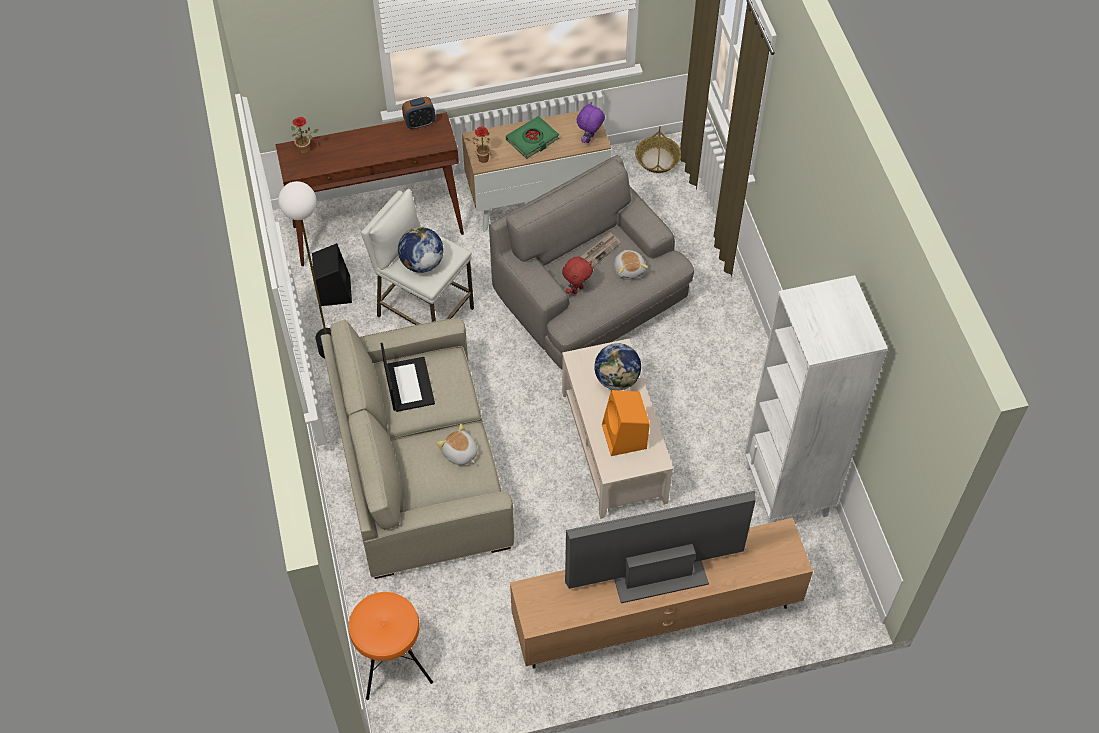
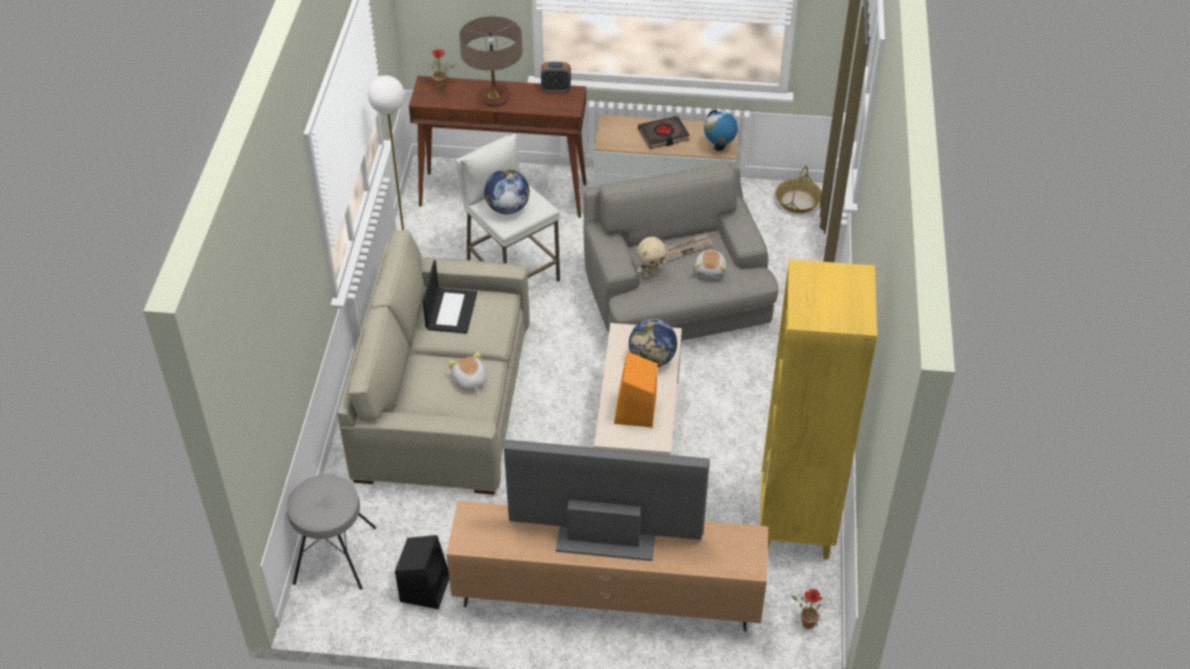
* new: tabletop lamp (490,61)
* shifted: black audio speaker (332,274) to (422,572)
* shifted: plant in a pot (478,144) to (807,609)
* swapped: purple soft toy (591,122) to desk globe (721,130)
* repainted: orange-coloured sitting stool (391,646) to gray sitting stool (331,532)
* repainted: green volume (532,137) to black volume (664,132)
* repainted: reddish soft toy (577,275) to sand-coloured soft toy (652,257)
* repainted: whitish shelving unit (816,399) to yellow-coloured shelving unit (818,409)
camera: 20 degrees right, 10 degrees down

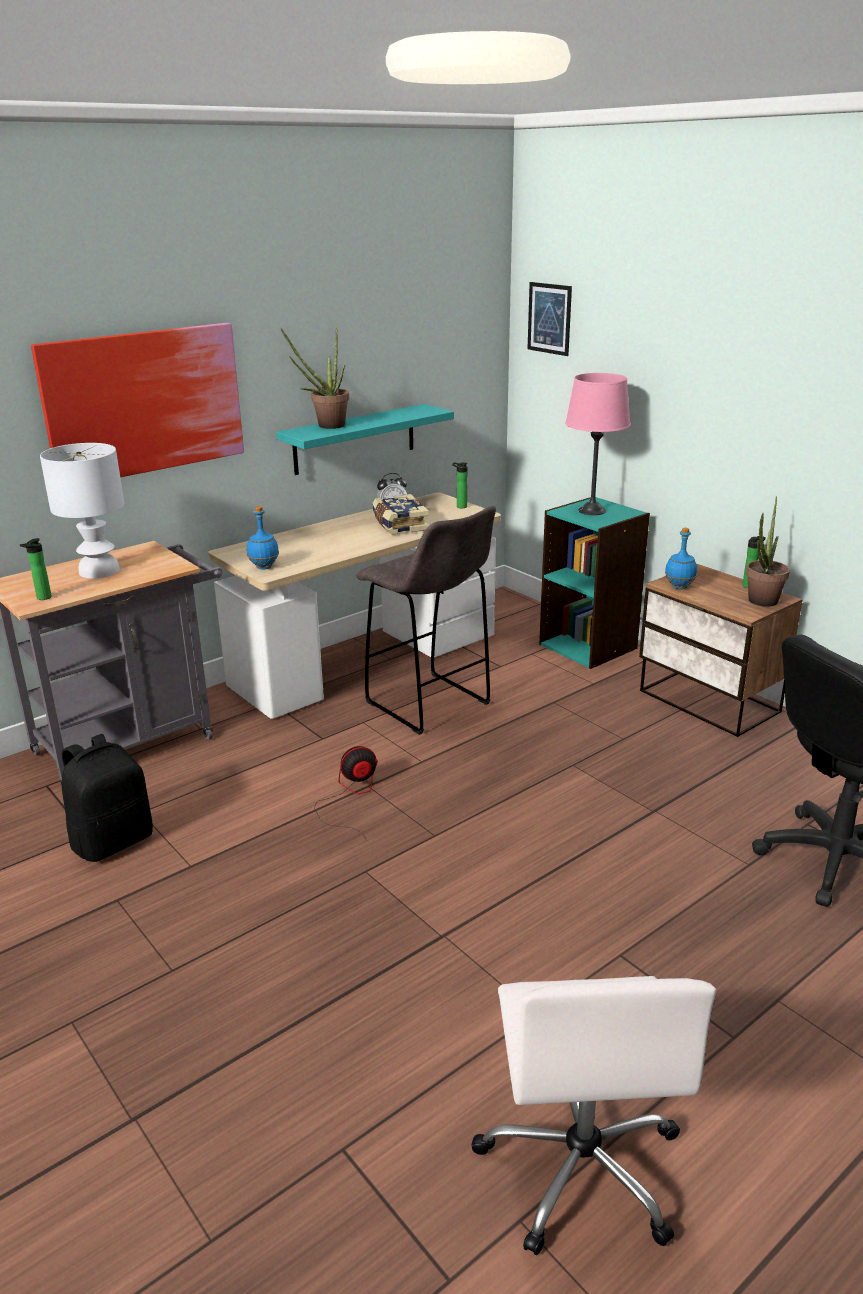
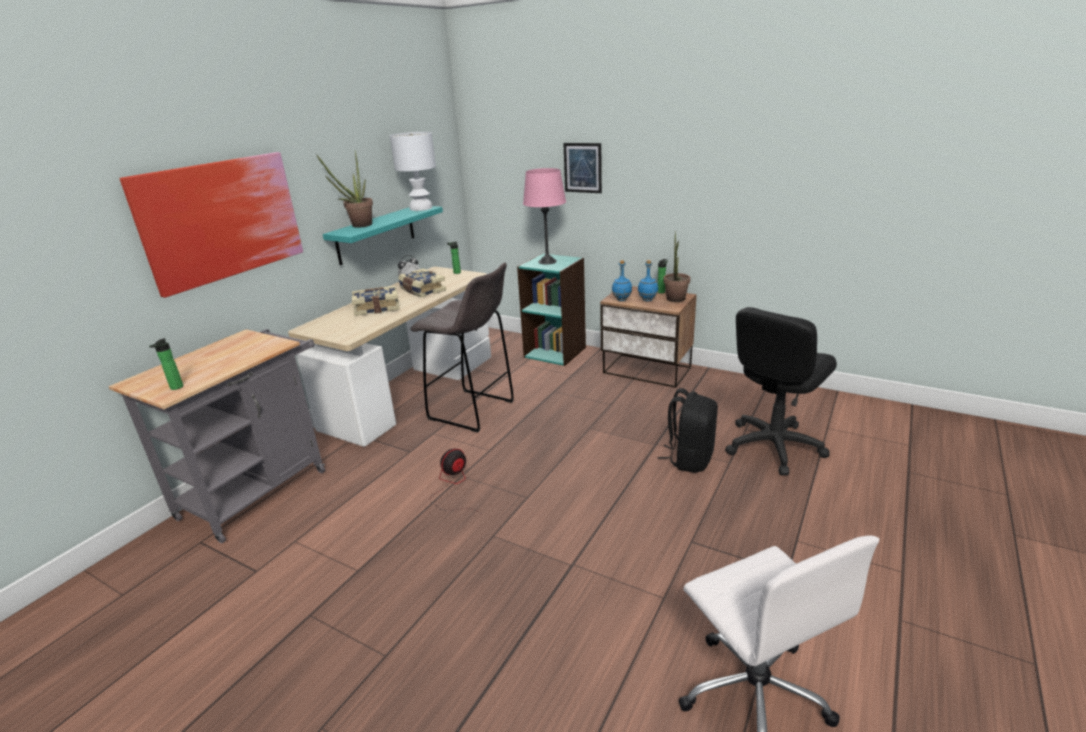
* new: volume (376,301)
* shifted: whitish tabletop lamp (82,511) to (413,171)
* shifted: black rucksack (107,798) to (688,430)
* shifted: blue-coloured bottle (263,538) to (648,280)
* shifted: wall picture (550,319) to (582,168)
camera: 20 degrees left, 0 degrees up

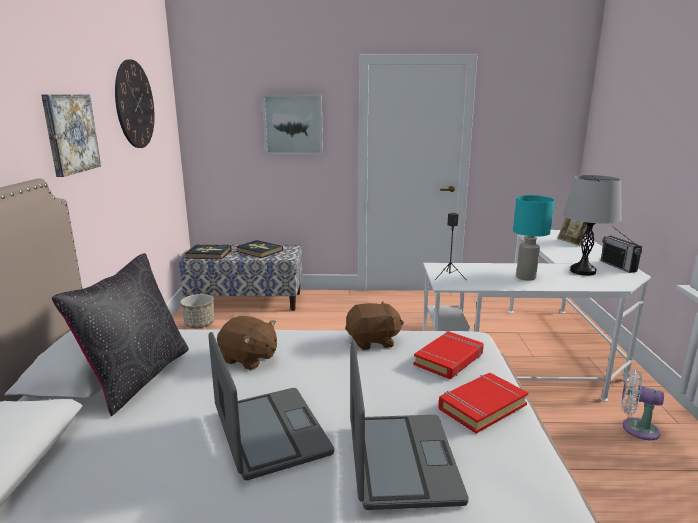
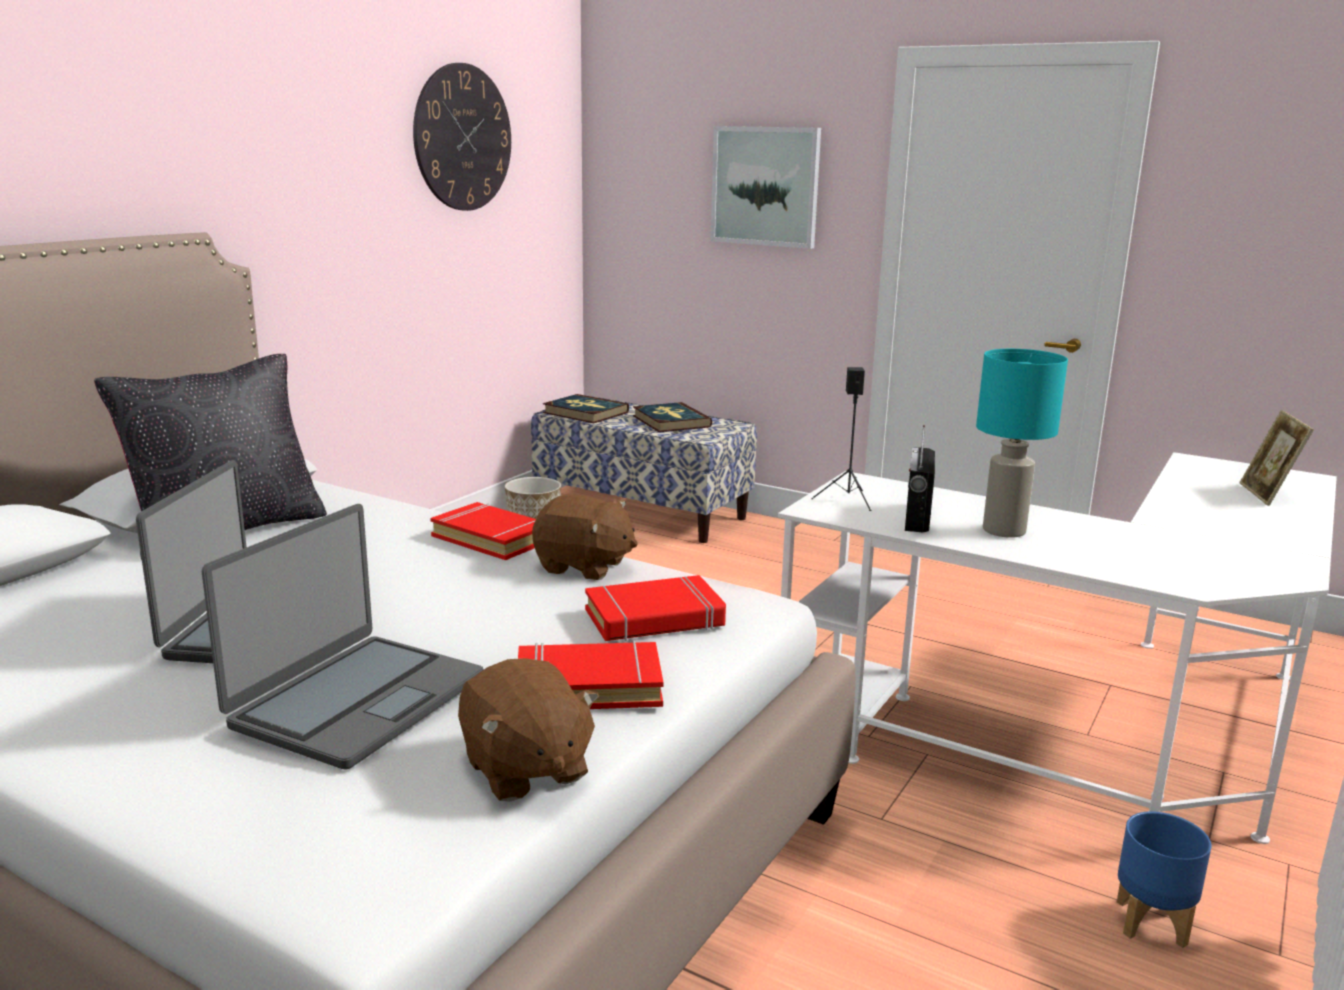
* gone: wall picture (71,135)
* gone: gray tabletop lamp (592,225)
* new: reddish volume (483,531)
* shifted: brownish soft toy (247,343) to (528,730)
* shifted: radio (621,249) to (920,478)
* swapped: whitish fan (642,405) to blue-coloured flower pot (1164,879)
camera: 30 degrees right, 0 degrees up

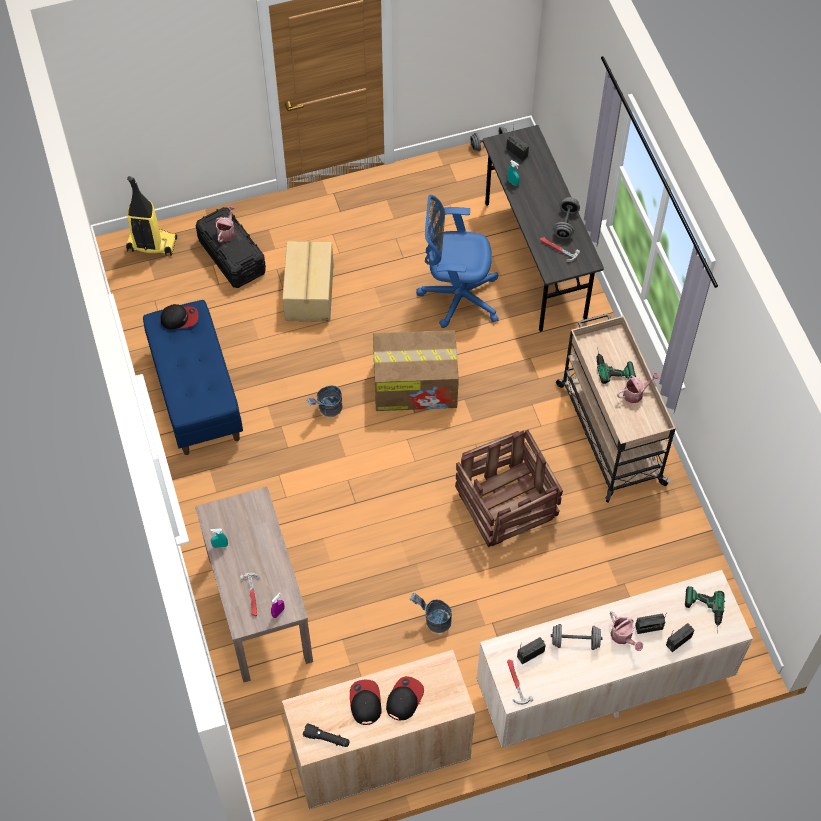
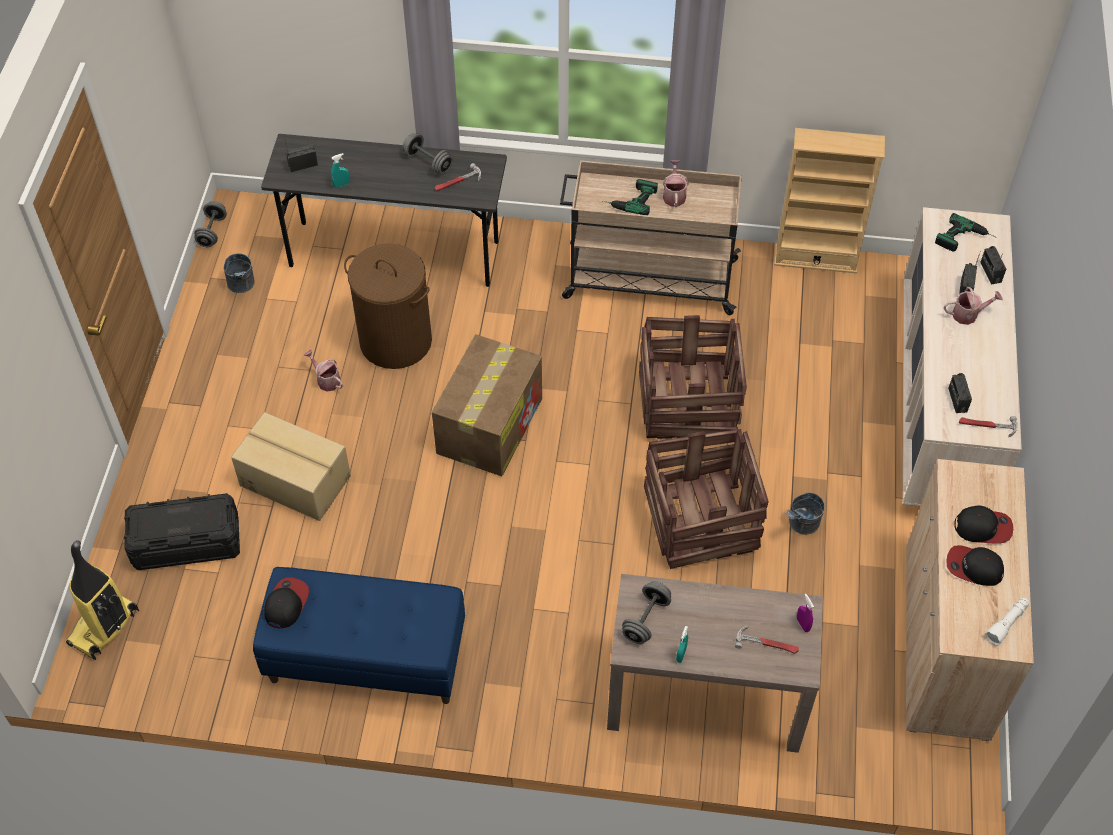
* new: crate (706,499)
* new: sand-coloured shelving unit (829,201)
* shifted: watering pot (225,223) to (323,370)
* shifted: gray water bucket (324,401) to (239,273)
* shifted: gray dumbbell (576,637) to (646,612)
* swapped: blue-coloured desk chair (457,261) to brownish laundry basket (388,306)
* repainted: black torch (326,735) to whitish torch (1007,621)
* rotated: cap (405,698) = (983,524) 135 degrees clockwise
camera: 65 degrees left, 5 degrees down

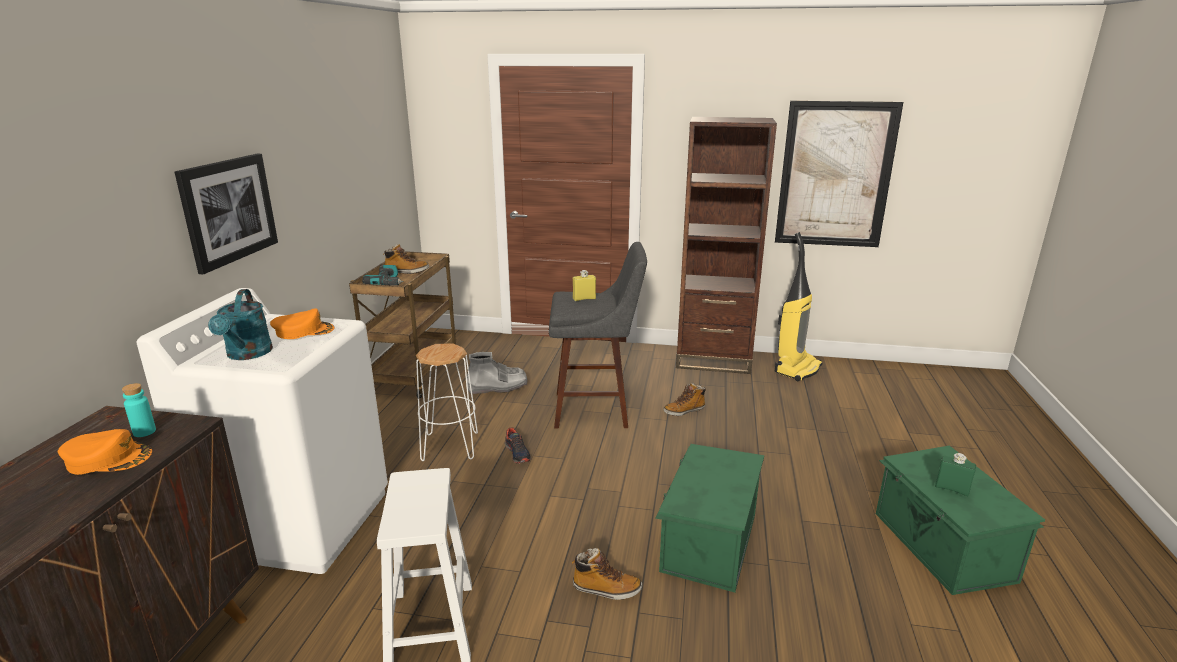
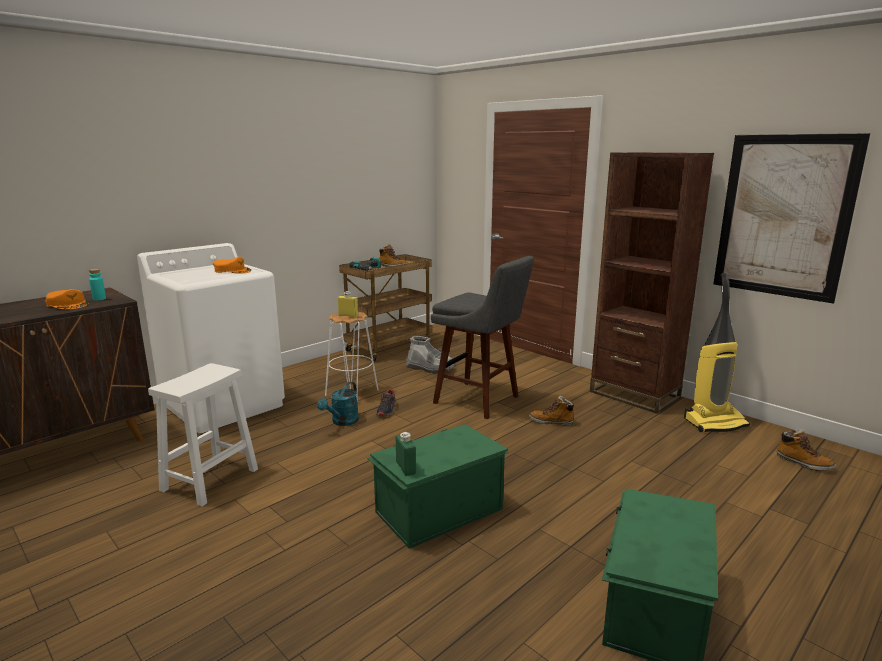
* gone: wall picture (226,214)
* shifted: turquoise watering pot (240,324) to (338,404)
* shifted: high-top boot (607,574) to (806,450)
* shifted: yellow-coloured bottle (584,285) to (348,304)
* shifted: green bottle (955,474) to (406,454)
camera: 35 degrees right, 5 degrees down

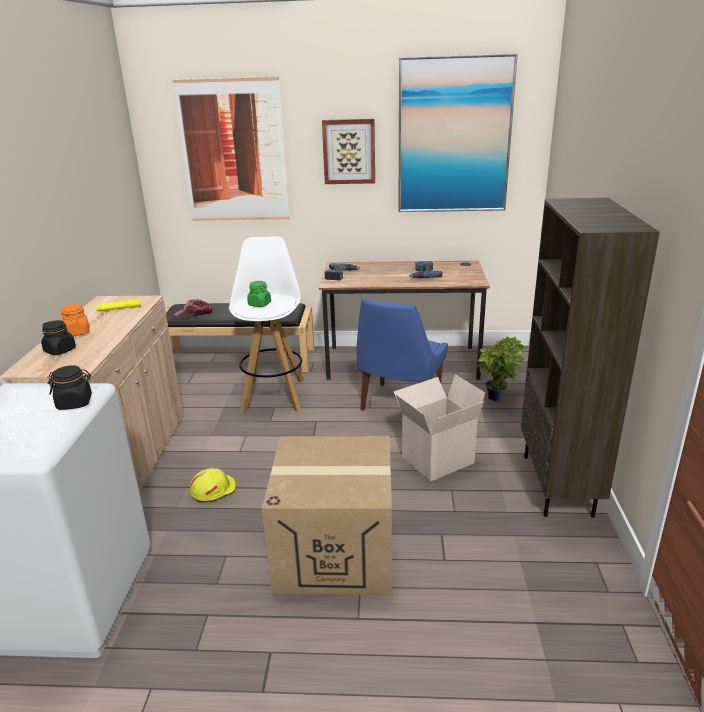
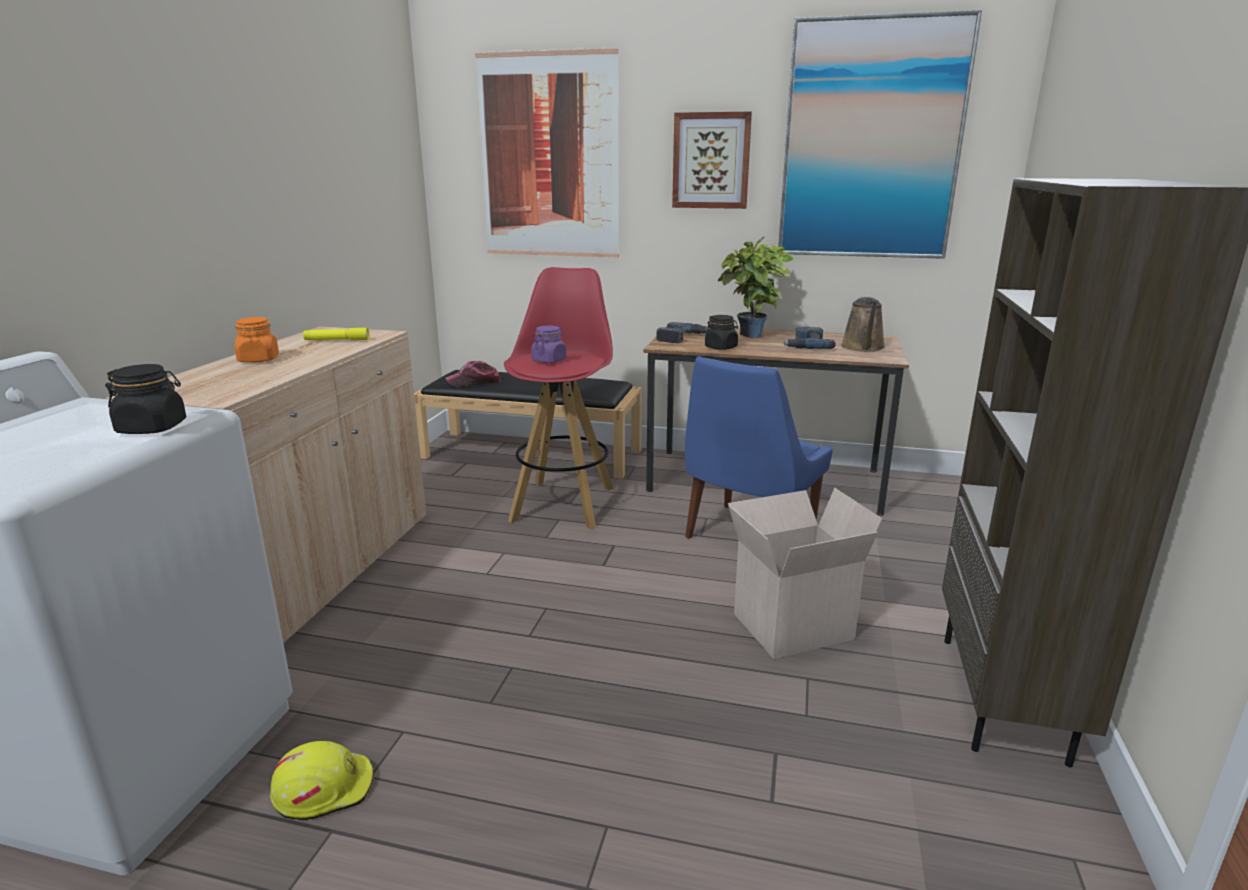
* gone: carton (327,515)
* new: brownish watering pot (863,324)
* shifted: black jar (58,337) to (721,332)
* shifted: yellow-coloured work helmet (213,485) to (322,780)
* shifted: plant in a pot (500,369) to (755,287)
* repainted: whitish sitting stool (266,325) to reddish sitting stool (559,398)
* repainted: green jar (259,294) to purple jar (548,344)
camera: 10 degrees right, 5 degrees down

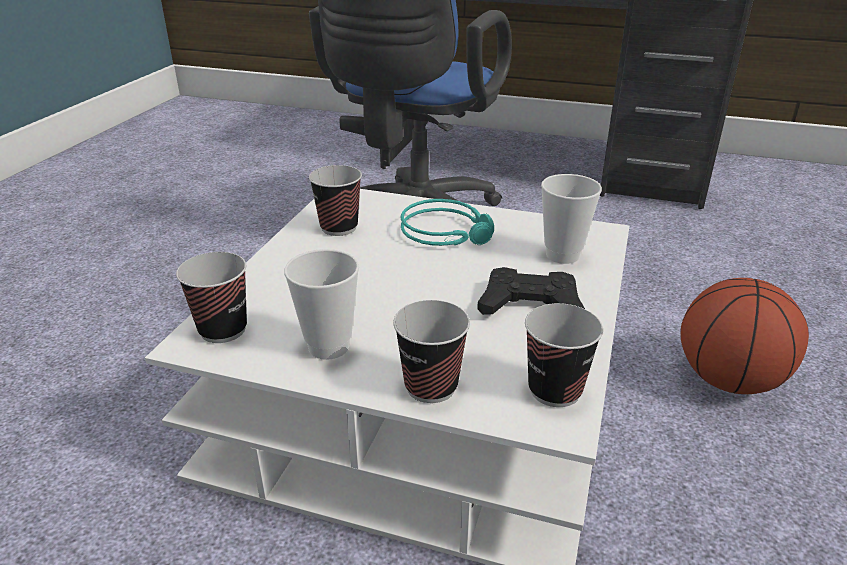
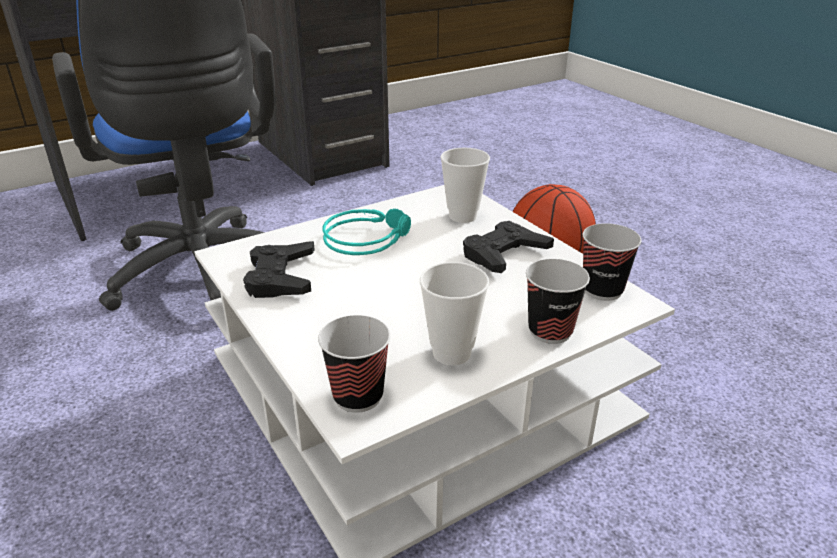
* swapped: drinking cup (335,200) to black game controller (279,269)
camera: 50 degrees left, 0 degrees up

